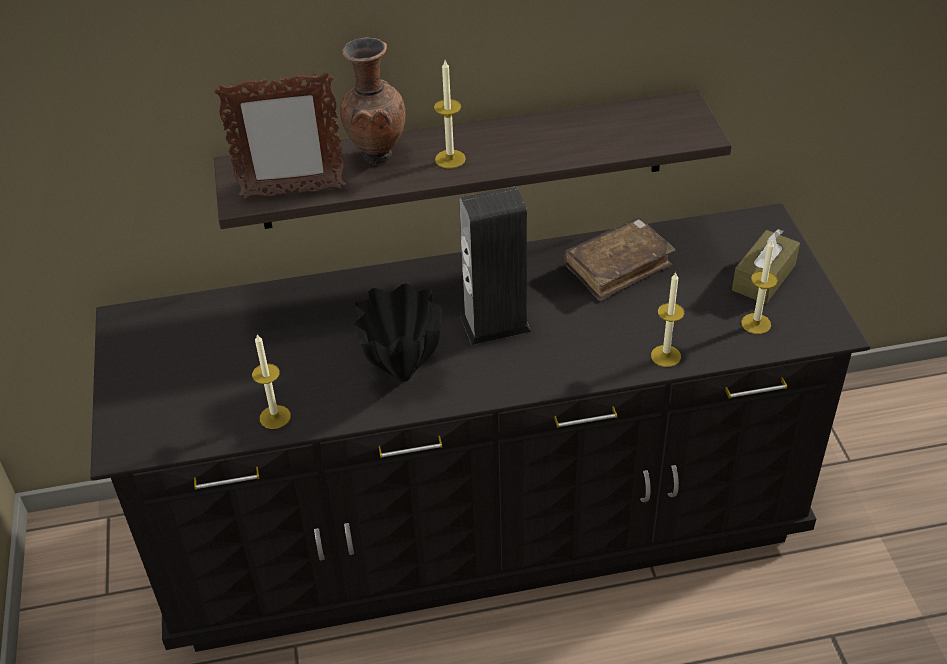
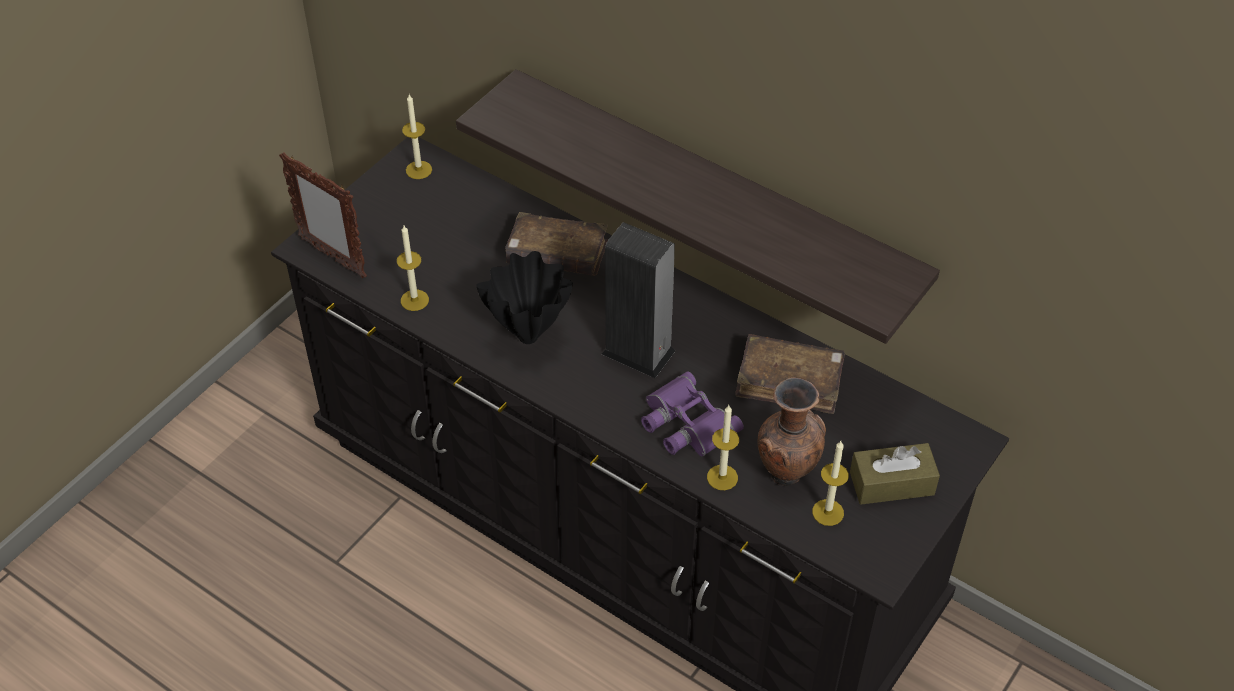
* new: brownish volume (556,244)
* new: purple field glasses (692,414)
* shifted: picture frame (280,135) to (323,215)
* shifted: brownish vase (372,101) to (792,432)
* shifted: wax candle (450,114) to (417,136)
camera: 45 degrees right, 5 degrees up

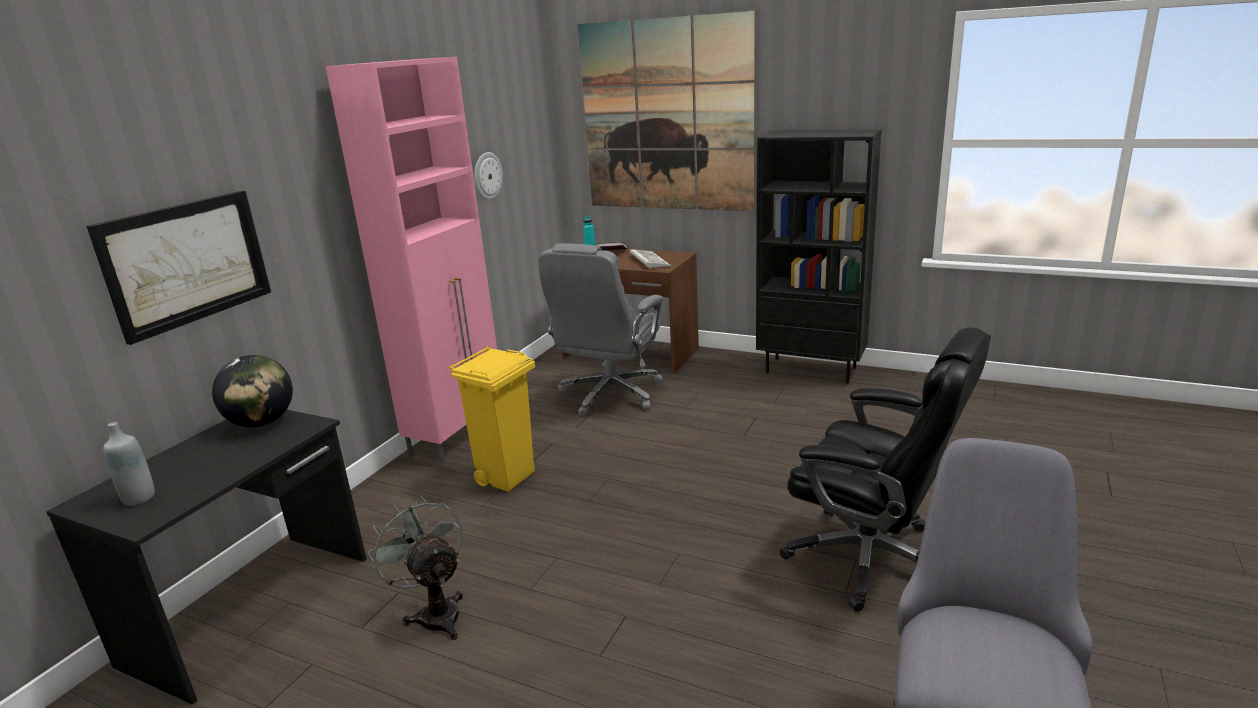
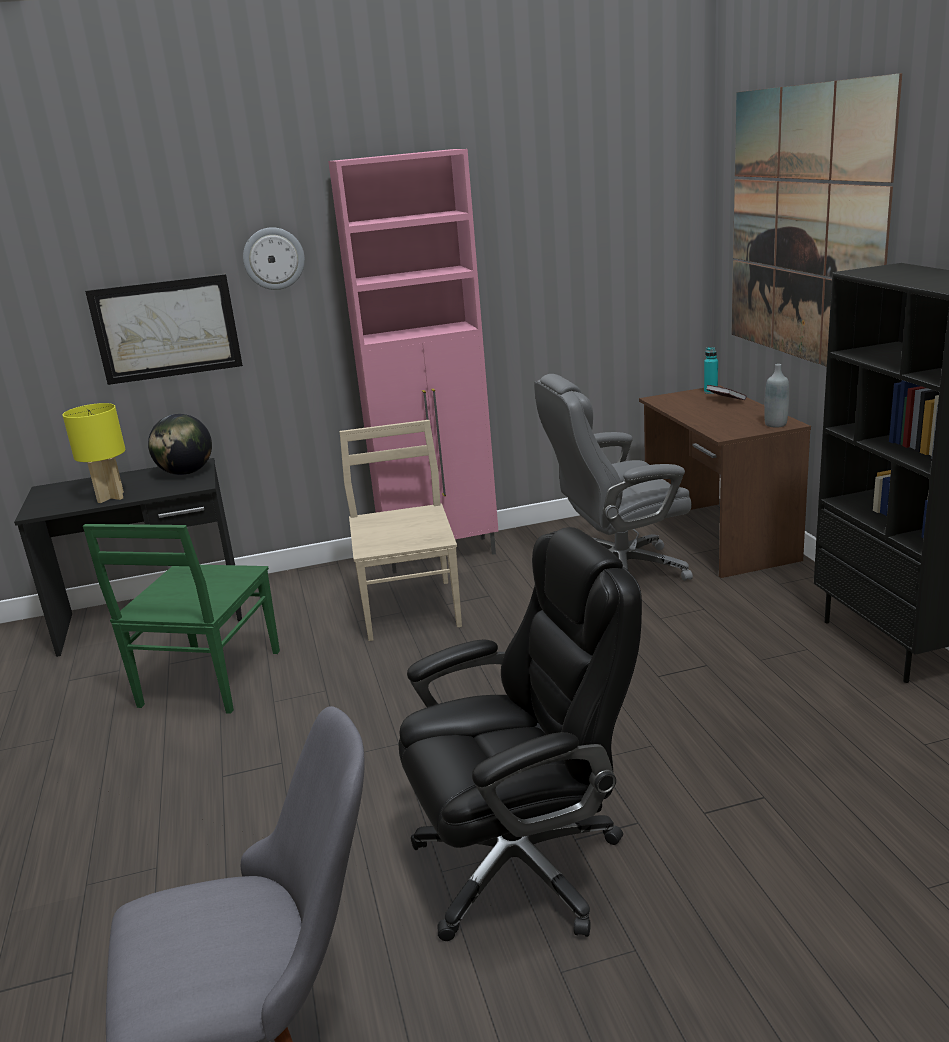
* gone: computer keyboard (650,259)
* new: yellow-coloured tabletop lamp (94,453)
* shifted: gray bottle (129,464) to (776,396)
* shifted: clock on the wall (488,176) to (274,258)
* swapped: gray fan (415,568) to green upright chair (181,619)
* swapped: yellow-coloured waste bin (492,419) to sand-coloured upright chair (400,530)
* rotated: black desk chair (885,469) = (520,734) 105 degrees counterclockwise
camera: 50 degrees right, 0 degrees up

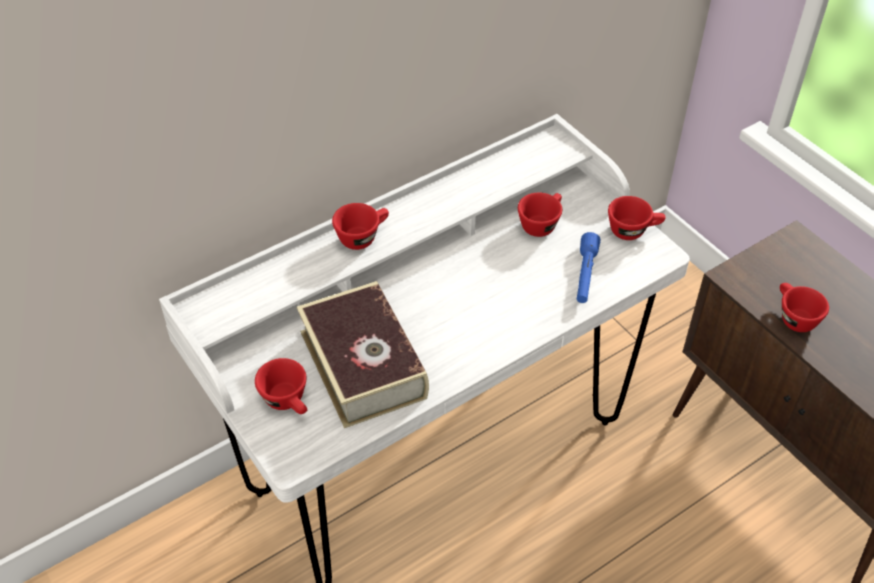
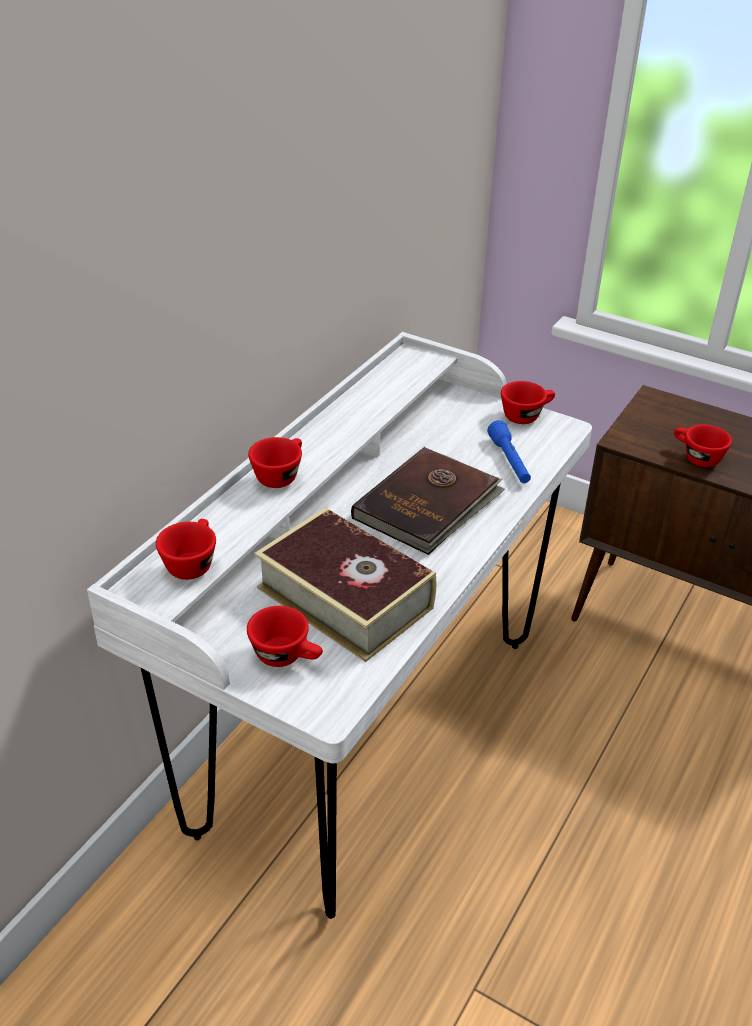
* new: brownish volume (428,501)
* shifted: reddish drinking cup (540,215) to (186,549)
camera: 25 degrees left, 10 degrees down

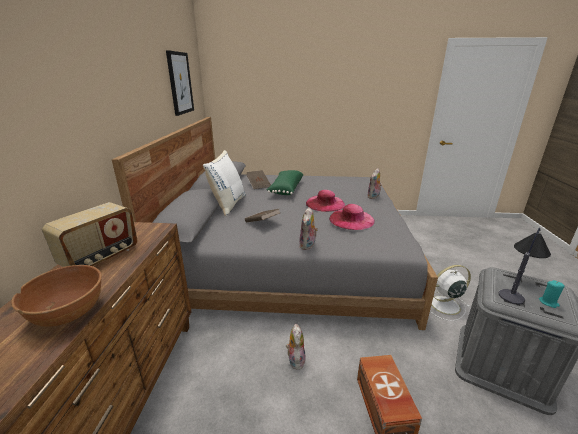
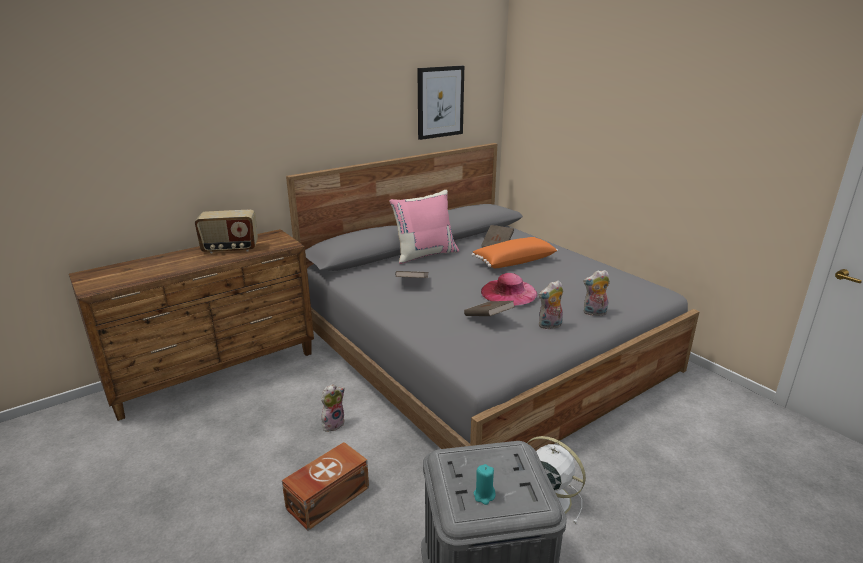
* gone: brownish serving bowl (56,296)
* gone: tabletop lamp (525,266)
* shifted: soft toy (308,228) to (551,304)
* swapped: pinkish wearable hat (352,217) to brownish volume (489,308)
* repainted: whitish cushion (224,183) to pinkish cushion (424,227)
* repainted: green cushion (285,182) to orange-coloured cushion (515,252)
camera: 50 degrees right, 0 degrees up

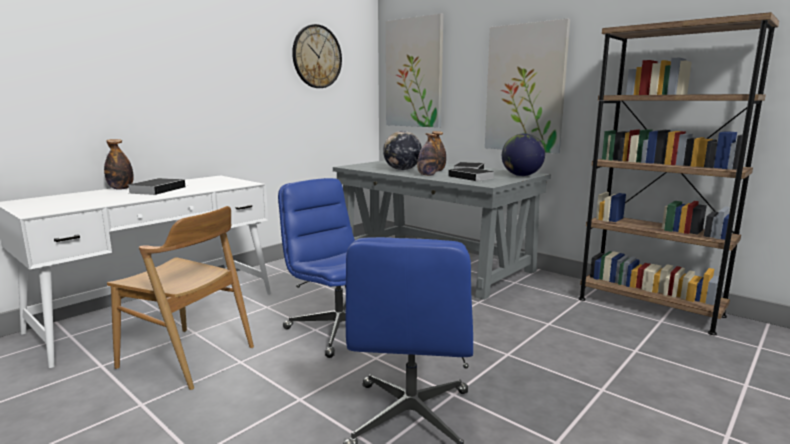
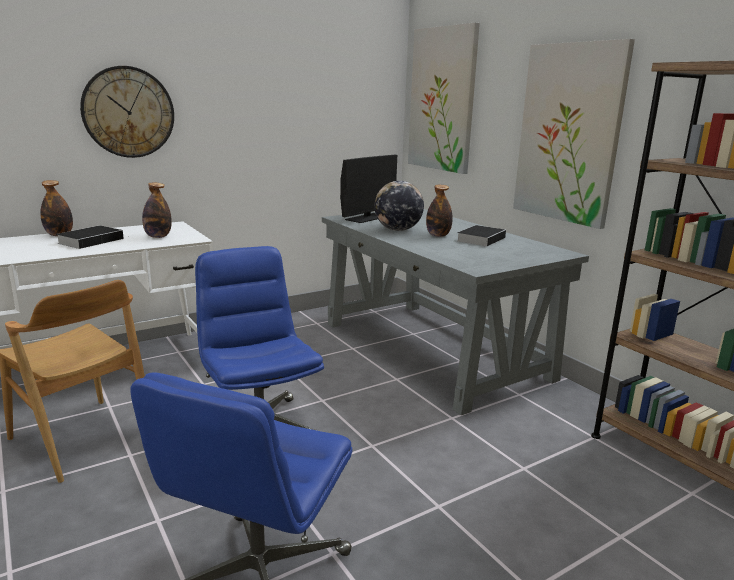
* gone: volume (471,174)
* gone: desk globe (523,154)
* new: computer screen (368,189)
* shifted: clock on the wall (317,56) to (127,112)
* shifted: bottle (428,154) to (157,210)
camera: 15 degrees right, 5 degrees up

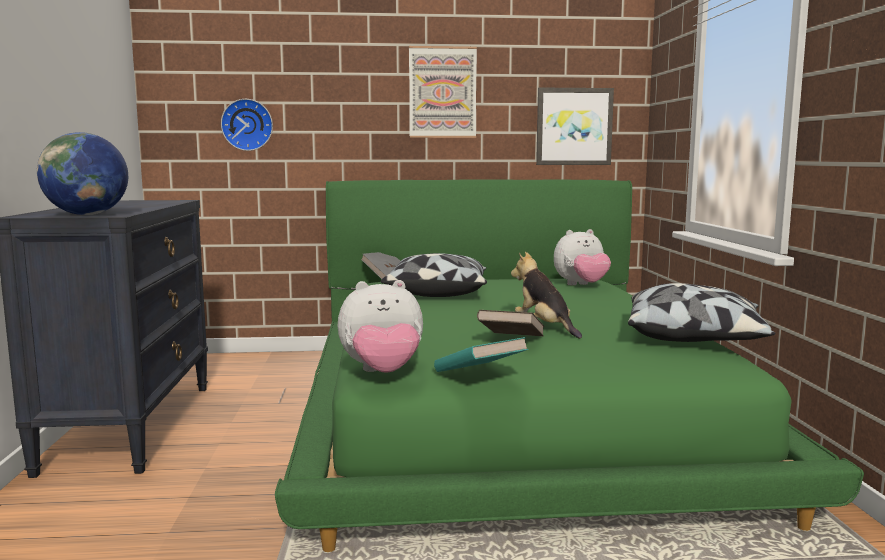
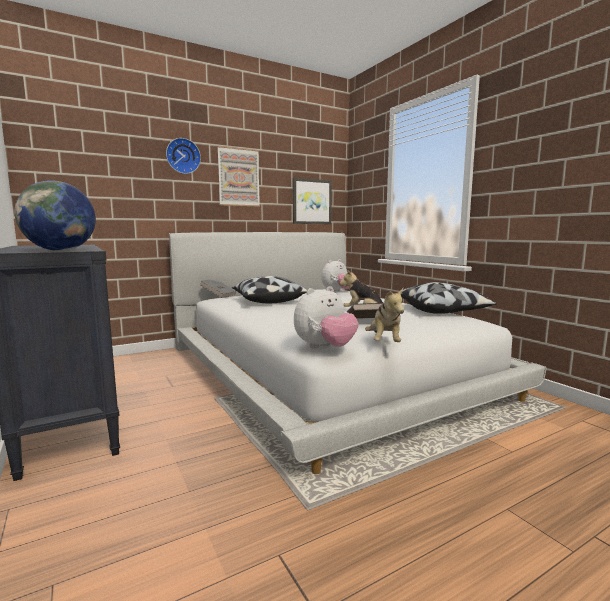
* shifted: clock on the wall (247,125) to (183,156)
* swapped: turquoise volume (481,354) to soft toy (384,315)
* repainted: green bedroom bed (569,365) to whitish bedroom bed (358,353)
camera: 25 degrees left, 0 degrees up

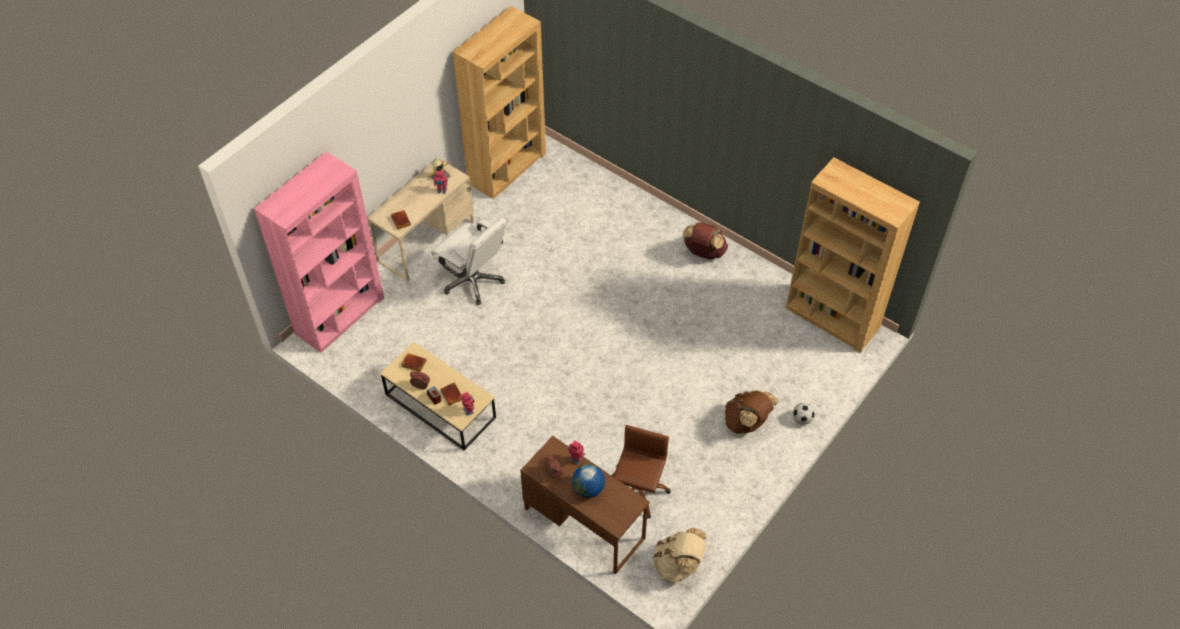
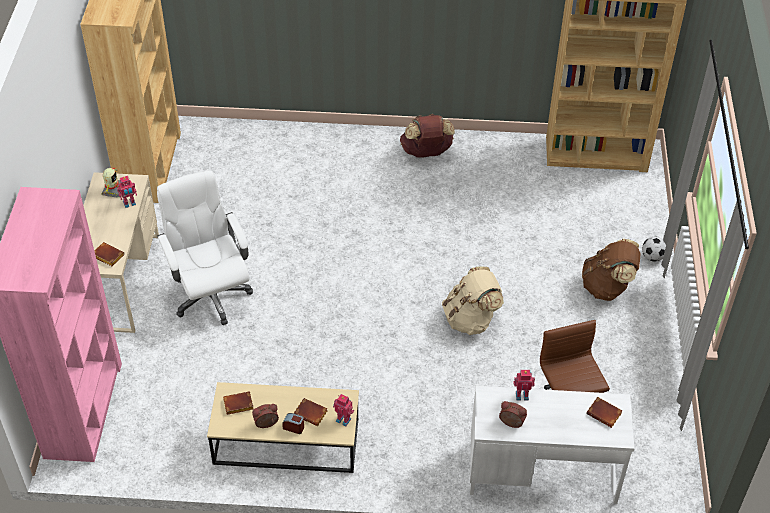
* gone: desk globe (588,481)
* new: brownish volume (604,412)
* shifted: sand-coloured rucksack (679,555) to (473,300)
* repainted: brownish desk unit (585,505) to whitish desk unit (552,445)
* rotated: whitish desk chair (469,261) = (205,247) 120 degrees counterclockwise
camera: 35 degrees left, 5 degrees down

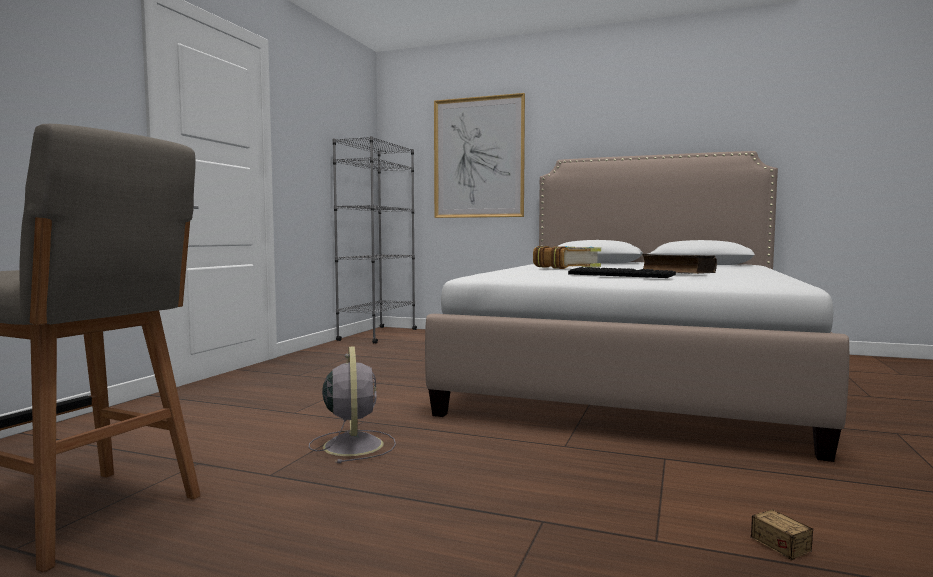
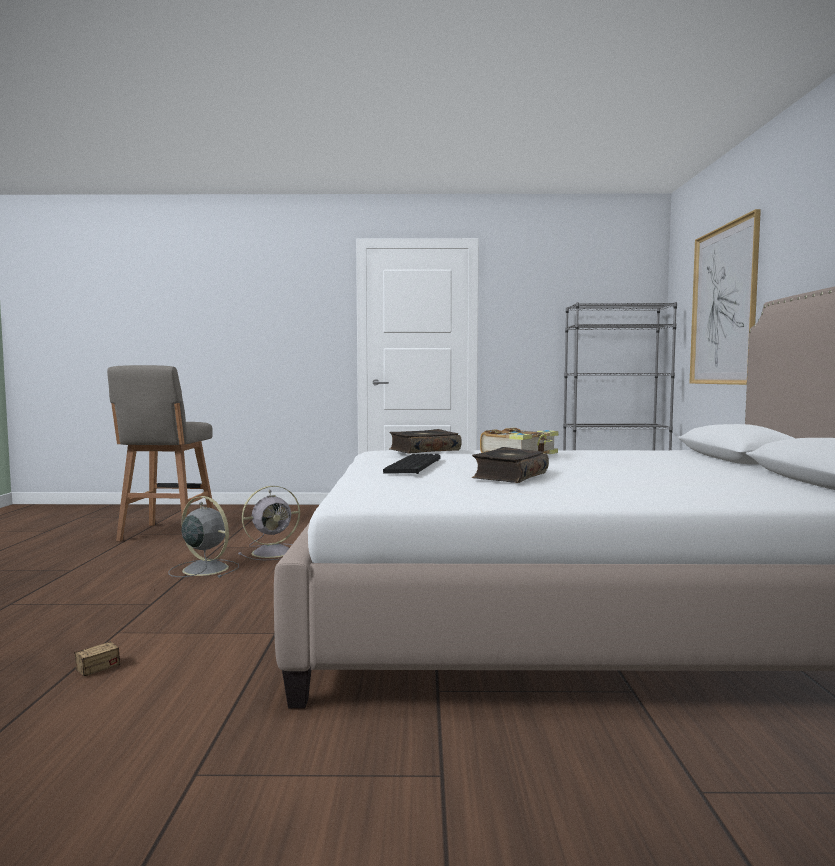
* new: gray fan (204,537)
* new: volume (425,441)
camera: 70 degrees right, 0 degrees up

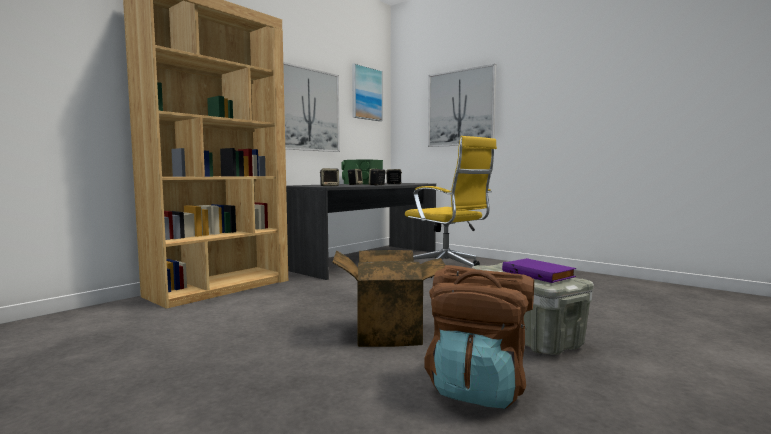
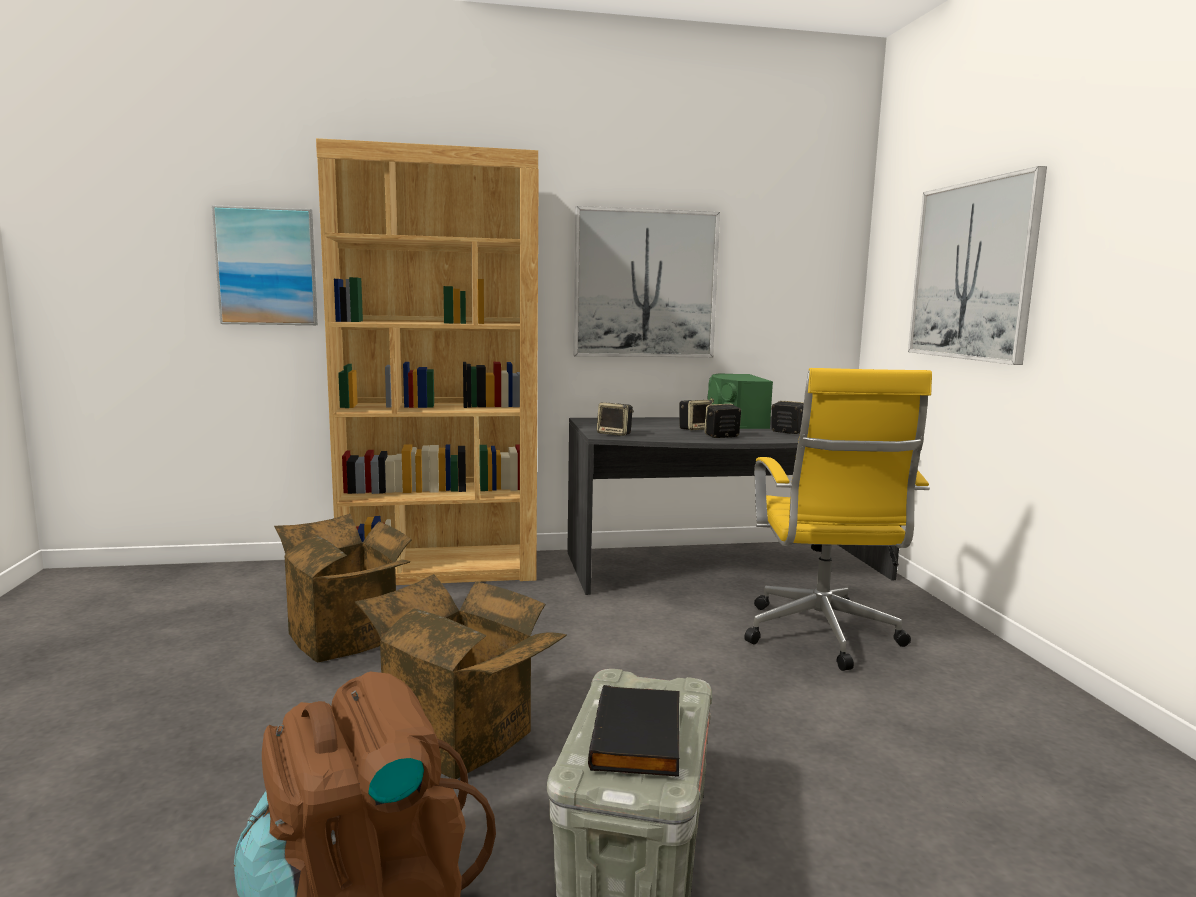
* new: carton (342,588)
* shifted: wall picture (367,92) to (265,265)
* repainted: purple volume (539,270) to black volume (634,731)
camera: 40 degrees right, 5 degrees up

